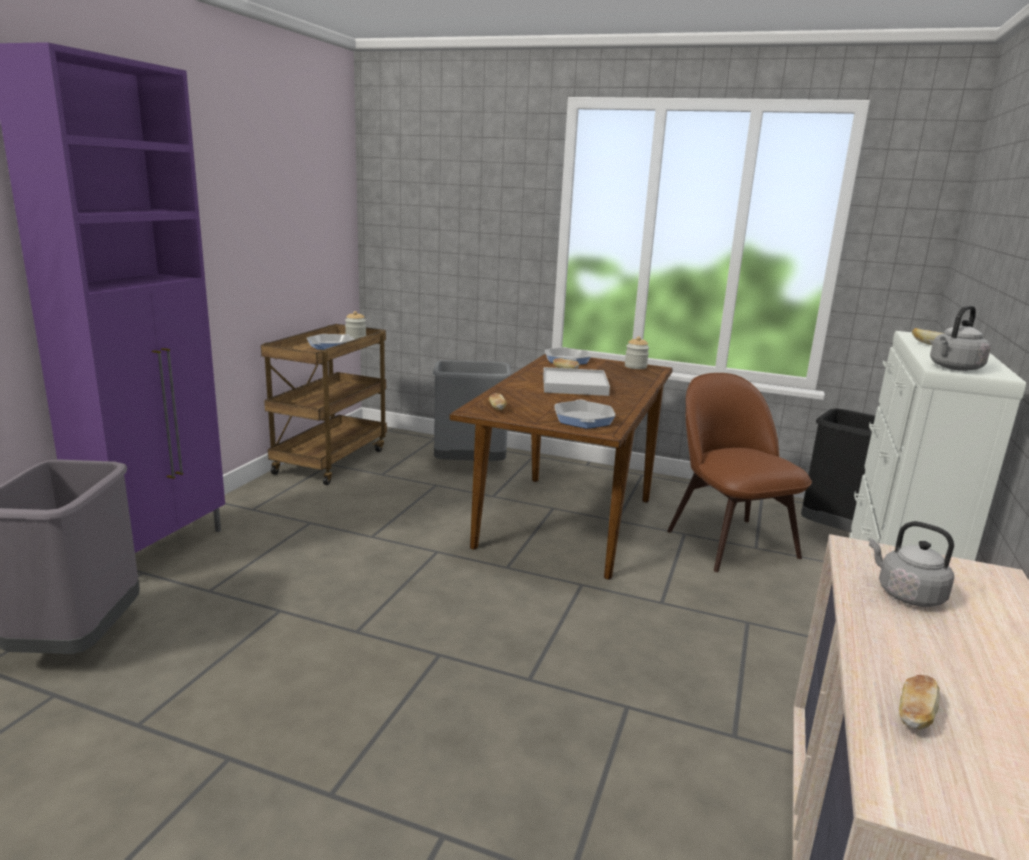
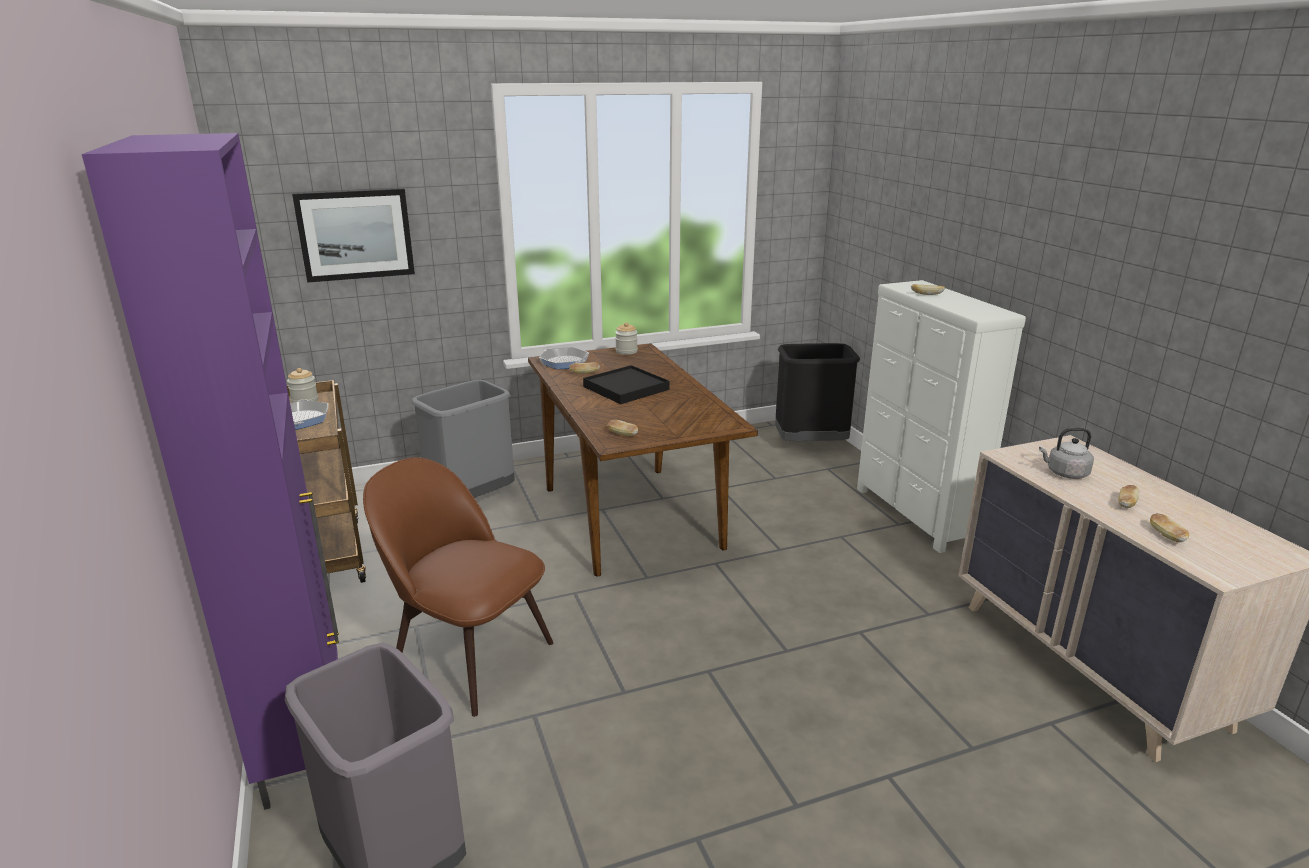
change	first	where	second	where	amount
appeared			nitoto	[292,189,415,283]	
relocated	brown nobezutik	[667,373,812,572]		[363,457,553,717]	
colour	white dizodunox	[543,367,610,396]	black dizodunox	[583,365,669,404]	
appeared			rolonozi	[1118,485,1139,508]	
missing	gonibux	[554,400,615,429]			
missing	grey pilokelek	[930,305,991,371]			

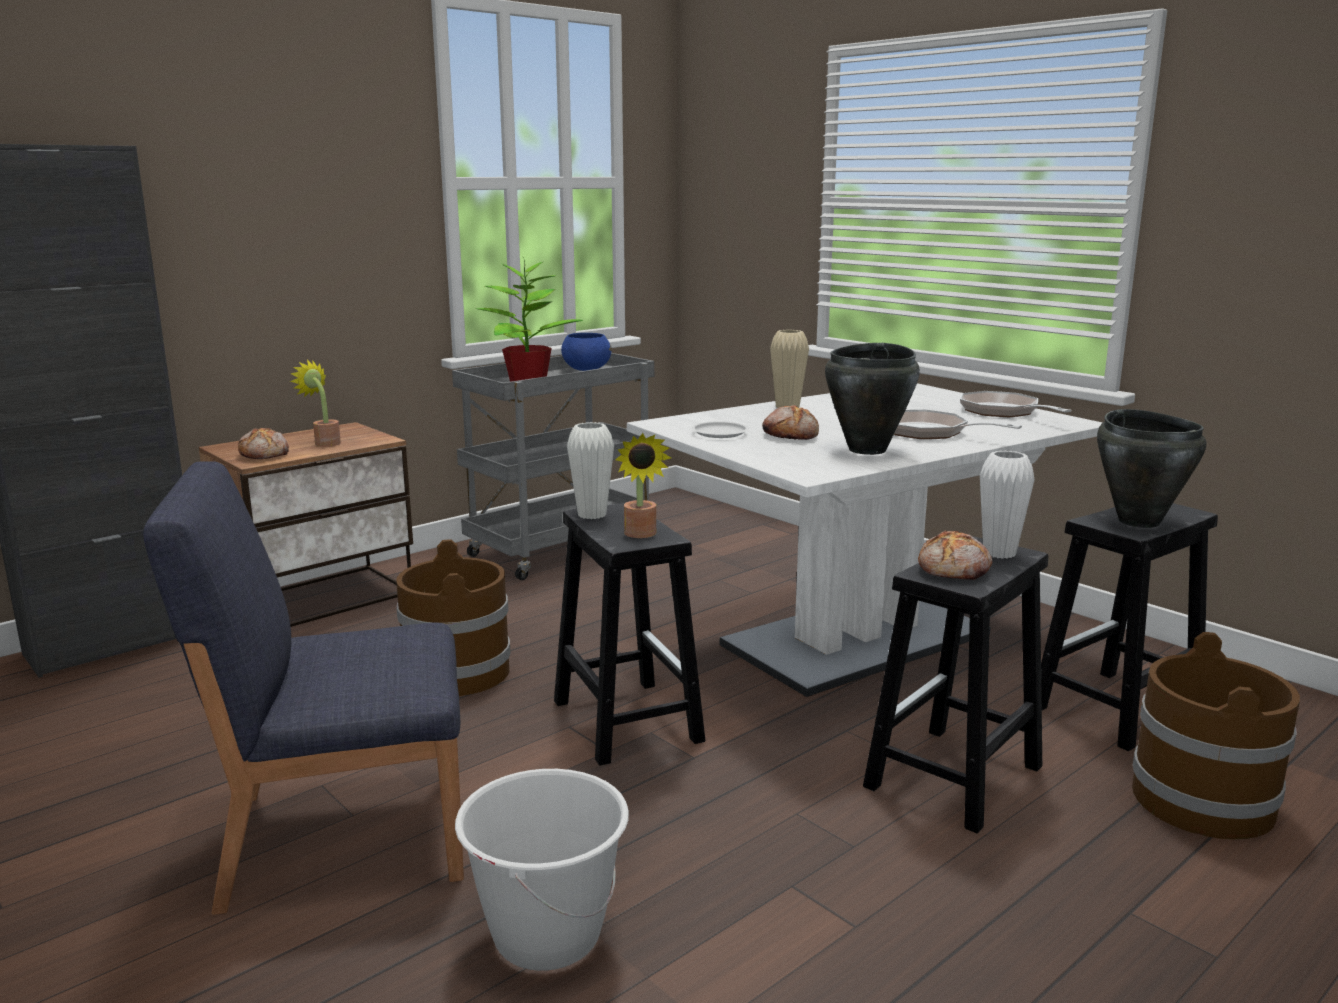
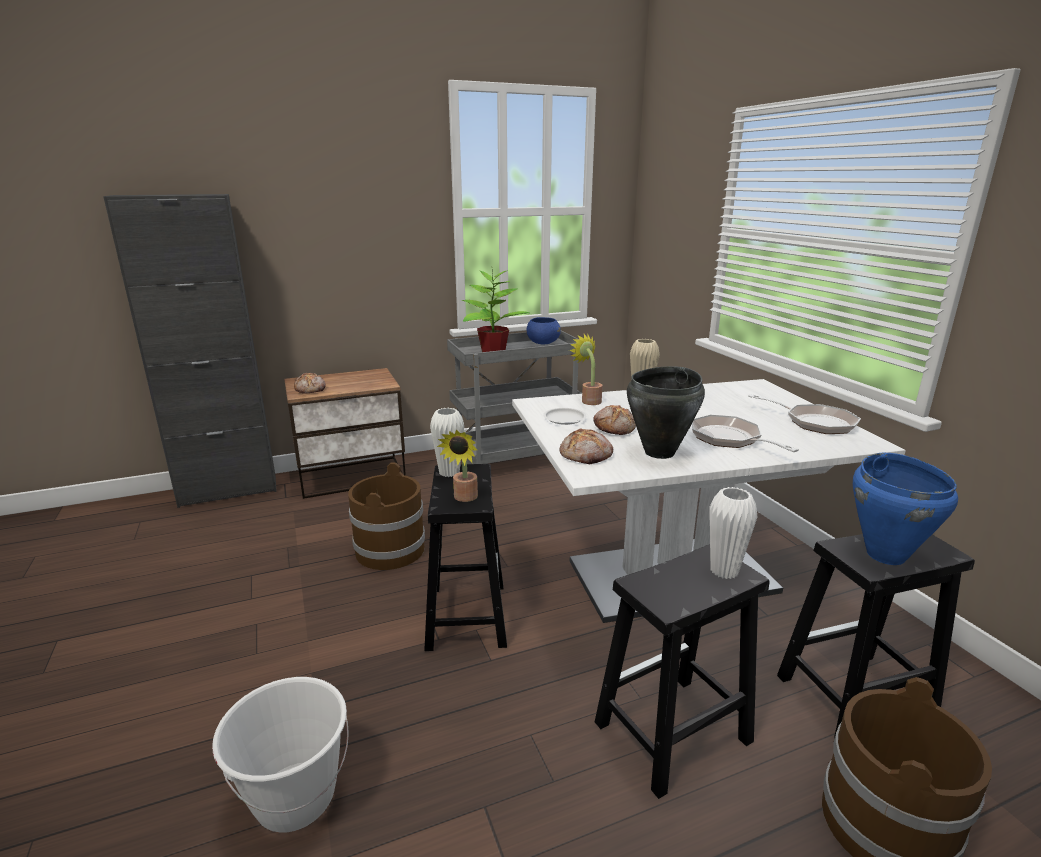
change	first	where	second	where	amount
relocated	rolonozi	[918,531,992,580]		[559,428,614,464]	
relocated	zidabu	[290,360,341,447]		[569,334,602,405]	
spun	gonibux	[960,391,1072,417]		[748,394,861,434]	135 degrees clockwise
colour	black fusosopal	[1097,409,1206,528]	blue fusosopal	[853,453,958,565]	
missing	blue nobezutik	[143,461,464,915]			

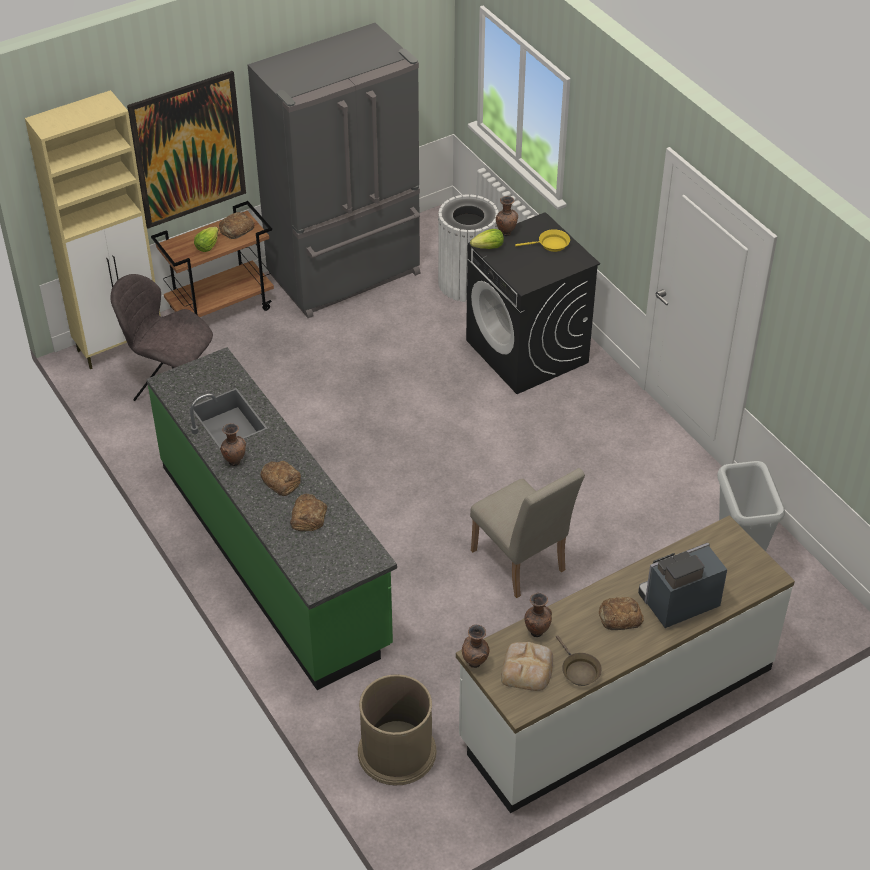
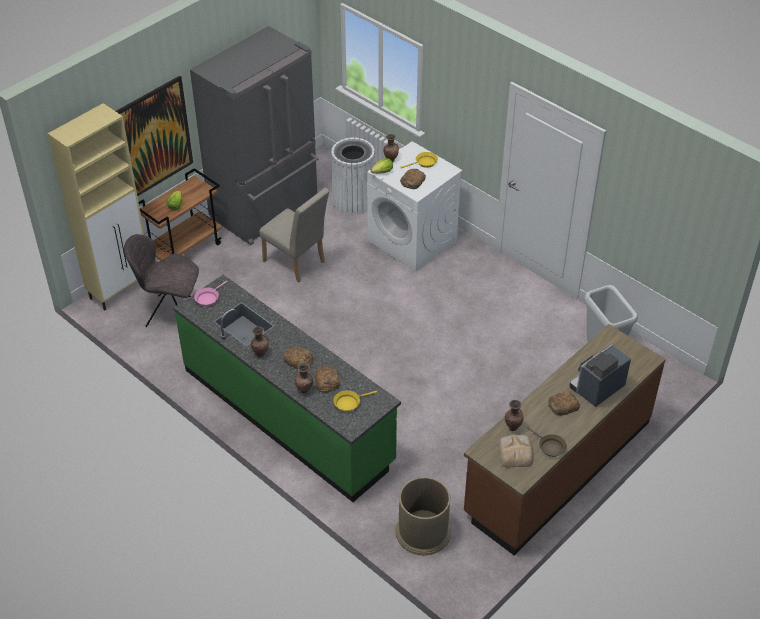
change	first	where	second	where	amount
appeared			pink gonibux	[194,280,228,306]	
relocated	beige nobezutik	[470,468,585,598]		[259,188,329,283]	
relocated	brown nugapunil	[462,625,489,668]		[295,363,313,393]	
appeared			yellow gonibux	[333,390,377,412]	
colour	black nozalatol	[466,212,600,394]	white nozalatol	[367,141,463,272]	
relocated	rolonozi	[219,212,254,239]		[400,169,426,189]	
colour	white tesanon	[456,515,795,813]	brown tesanon	[464,324,666,555]	

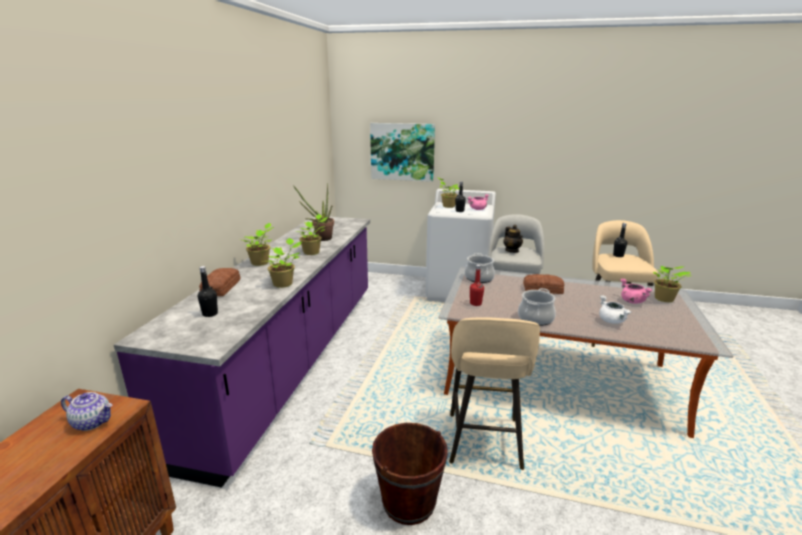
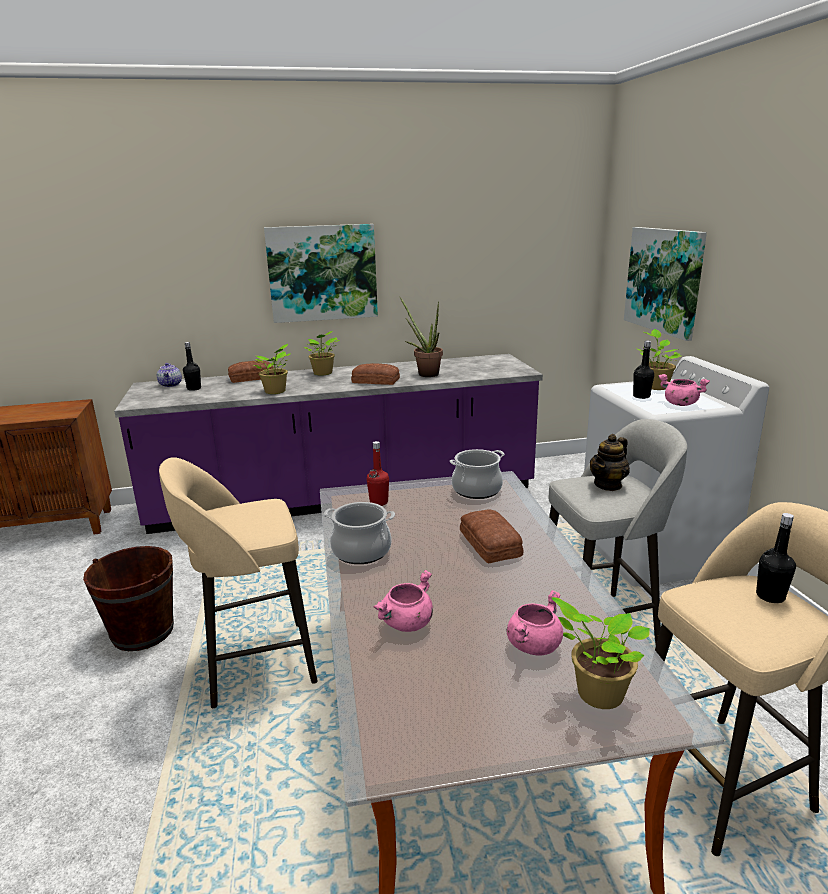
change	first	where	second	where	amount
relocated	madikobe	[61,392,112,431]		[157,363,182,387]	
appeared			nitoto	[264,224,378,323]	
exchanged	zidabu	[299,214,328,255]	rolonozi	[351,363,400,385]	
colour	white fusosopal	[599,295,631,324]	pink fusosopal	[373,570,433,632]	

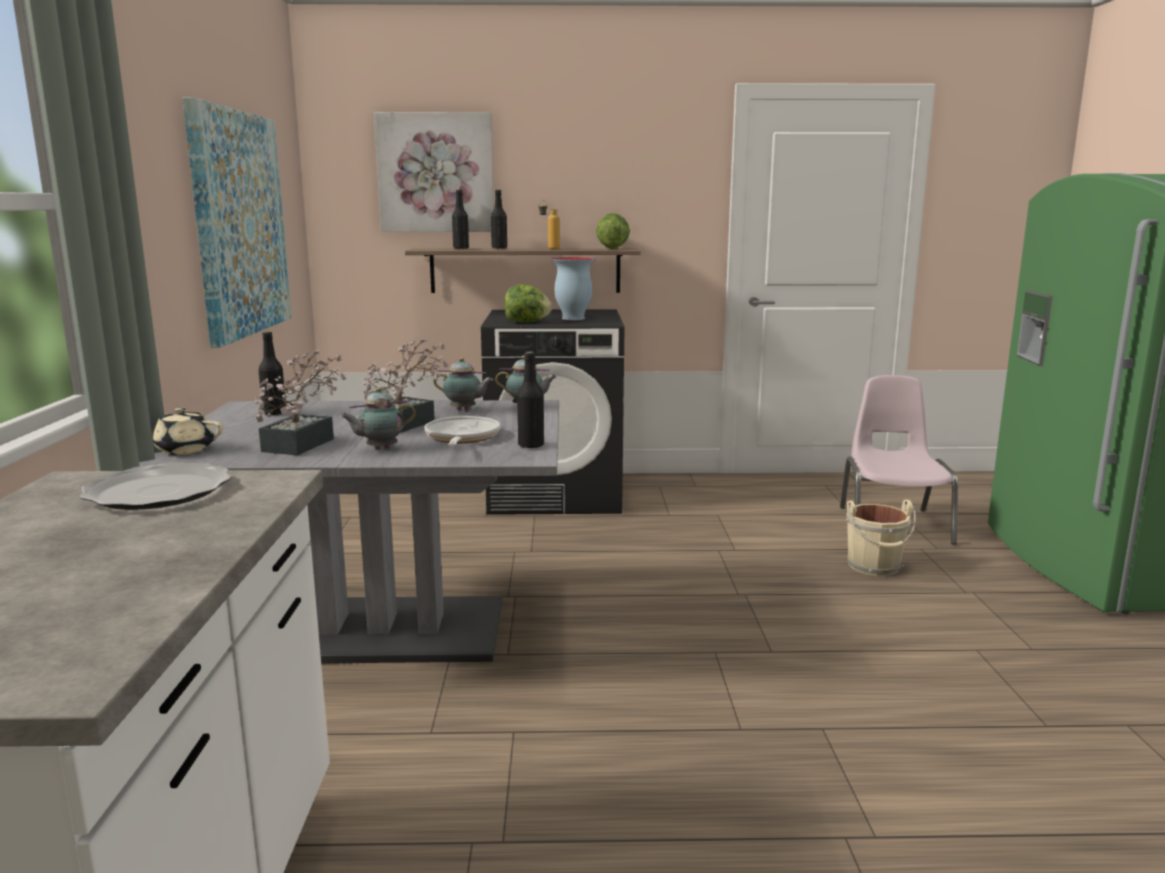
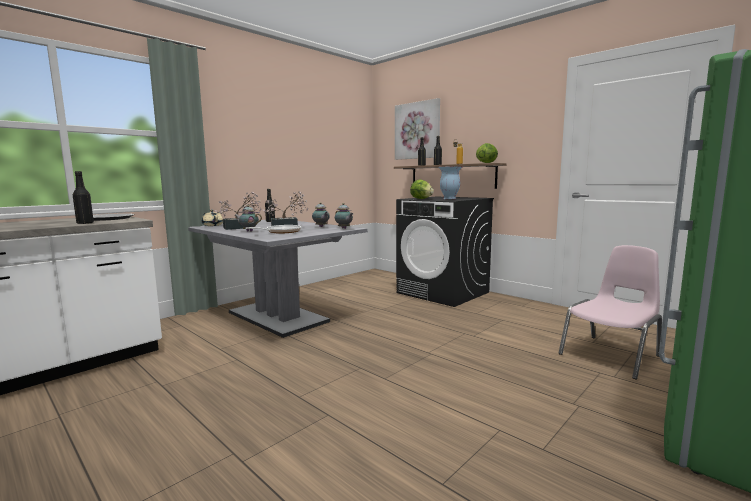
change	first	where	second	where	amount
relocated	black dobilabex	[517,352,544,448]		[73,171,94,224]	
missing	nitoto	[182,97,291,348]			
missing	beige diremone	[846,500,916,576]			

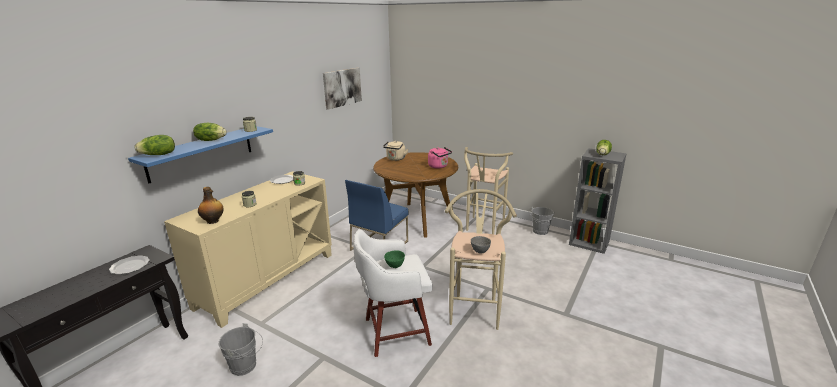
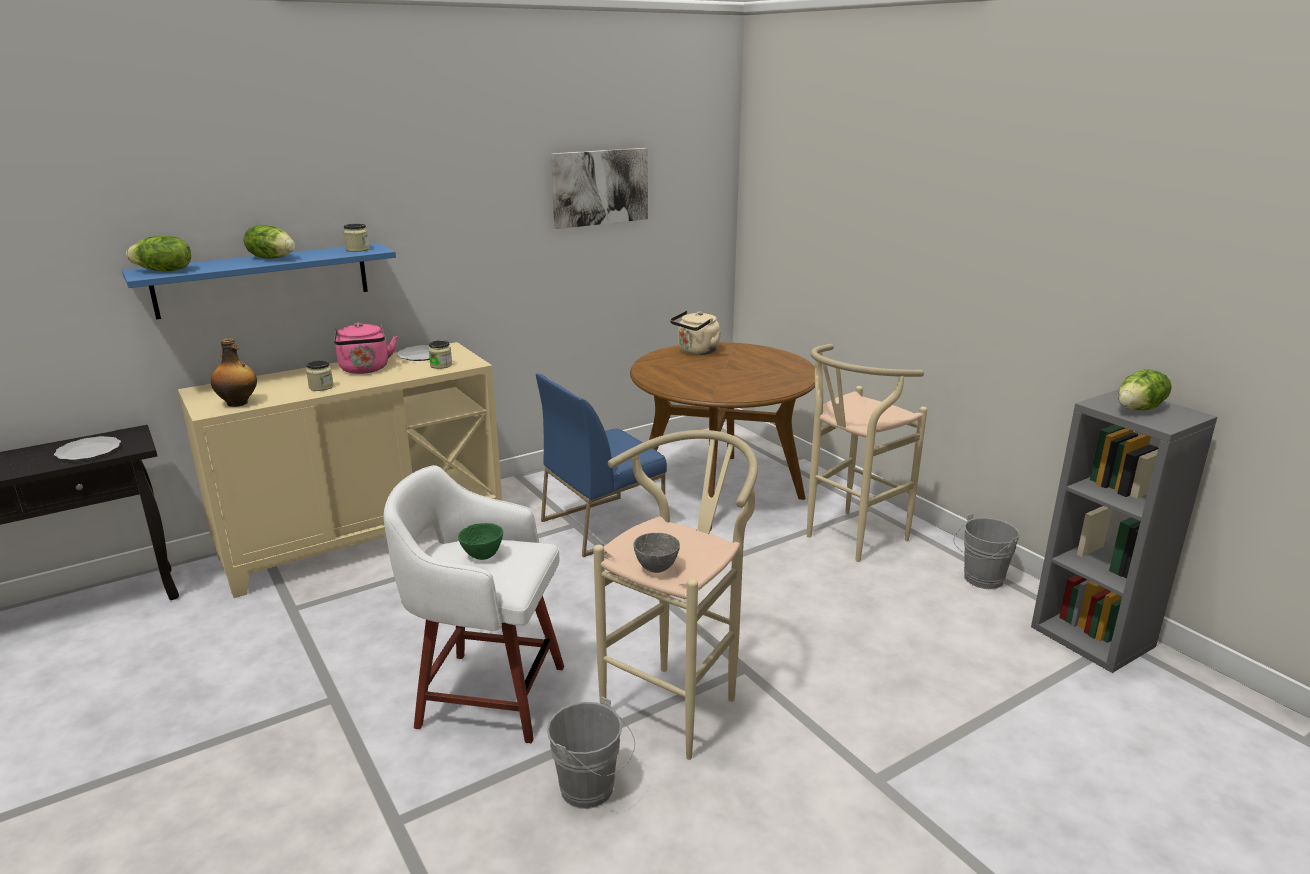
change	first	where	second	where	amount
relocated	pink pilokelek	[428,147,452,169]		[334,322,397,374]	
relocated	grey diremone	[219,323,263,376]		[547,697,635,809]	

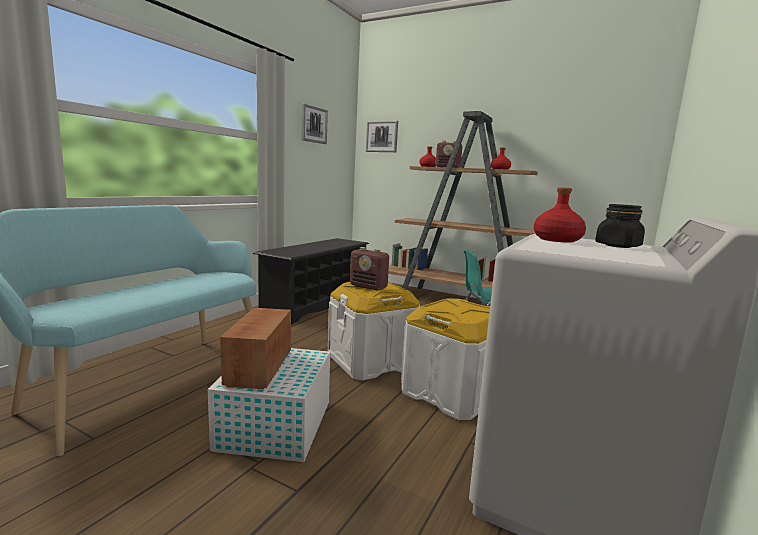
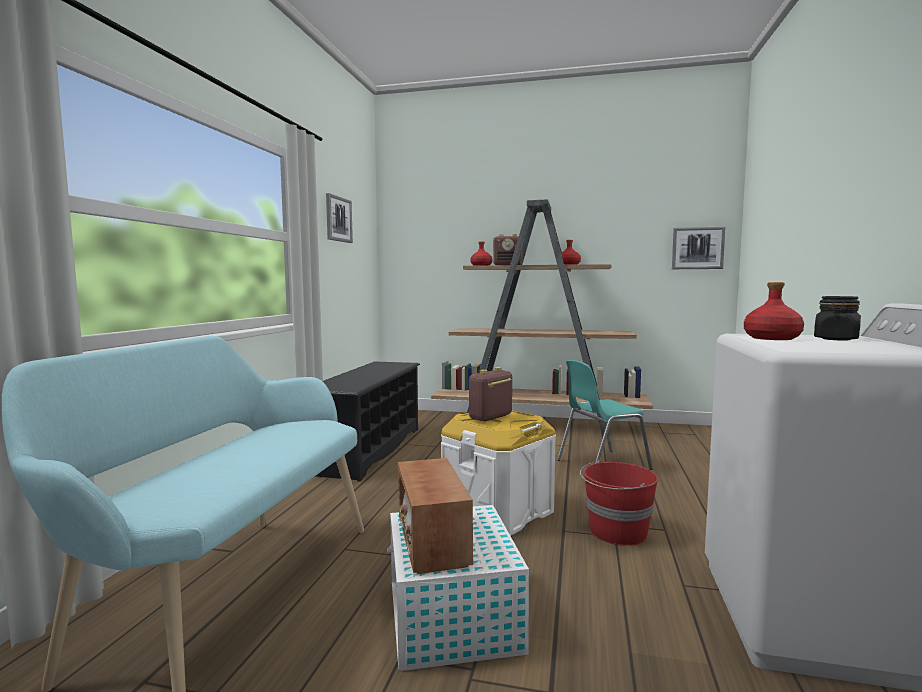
change	first	where	second	where	amount
spun	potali	[350,247,389,290]		[469,367,512,421]	120 degrees clockwise
exchanged	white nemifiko	[401,298,490,420]	red diremone	[580,460,658,546]	
relocated	nitoto	[366,121,398,152]		[672,227,725,269]	

